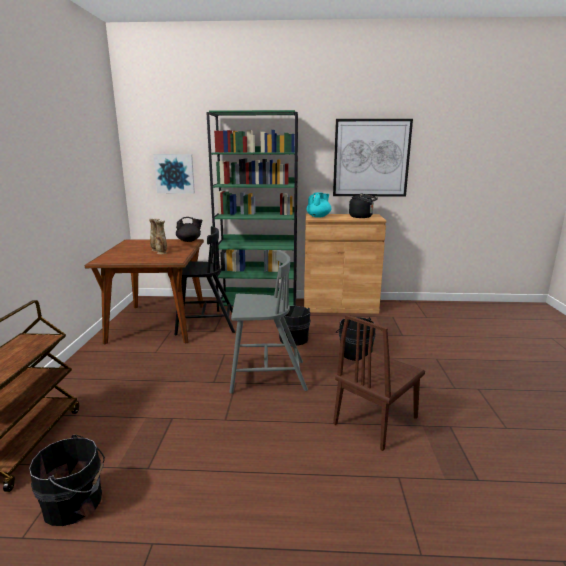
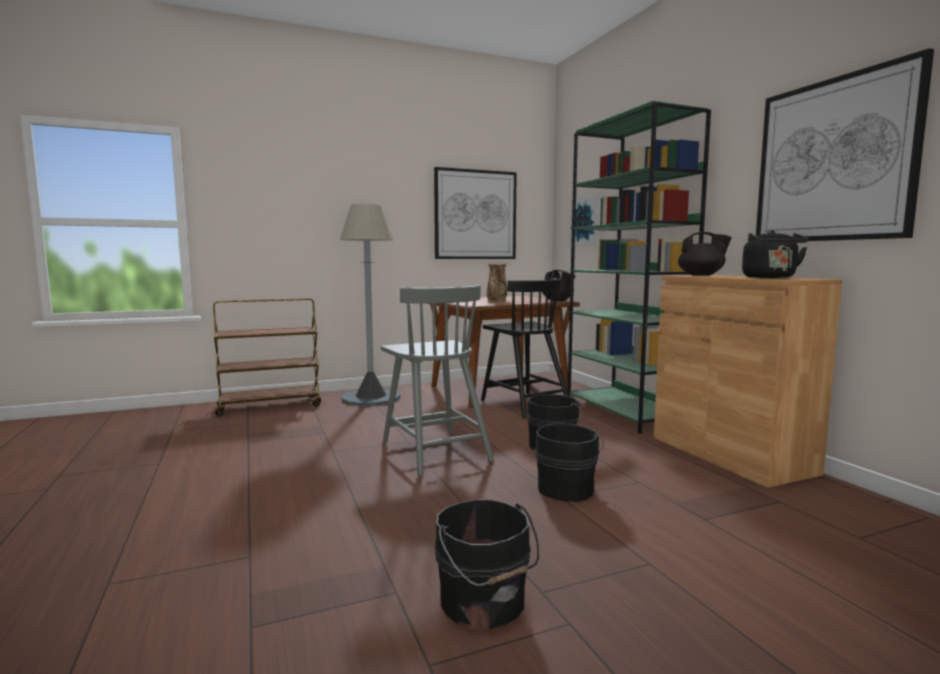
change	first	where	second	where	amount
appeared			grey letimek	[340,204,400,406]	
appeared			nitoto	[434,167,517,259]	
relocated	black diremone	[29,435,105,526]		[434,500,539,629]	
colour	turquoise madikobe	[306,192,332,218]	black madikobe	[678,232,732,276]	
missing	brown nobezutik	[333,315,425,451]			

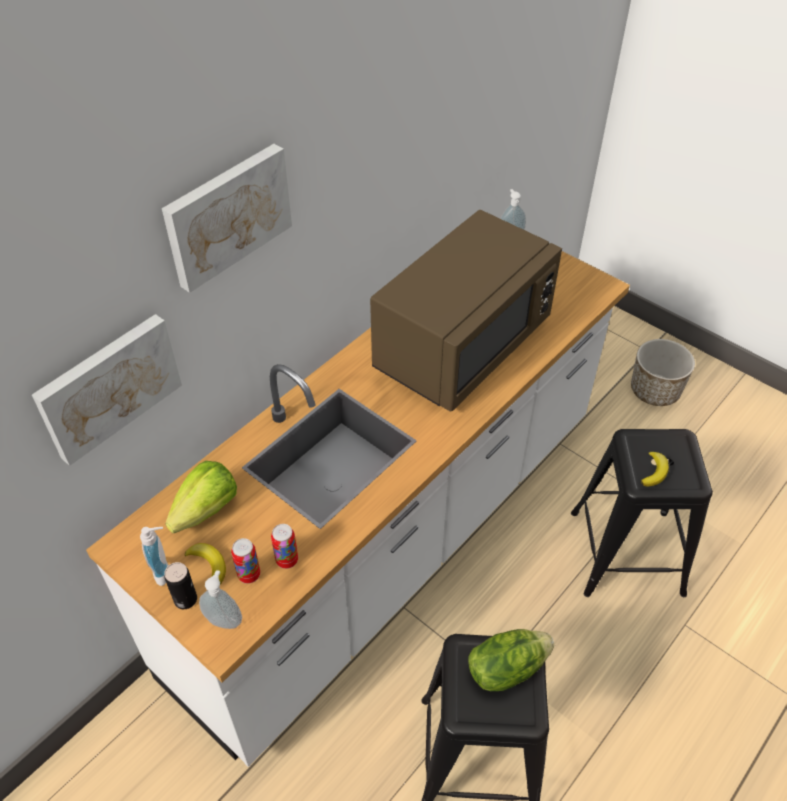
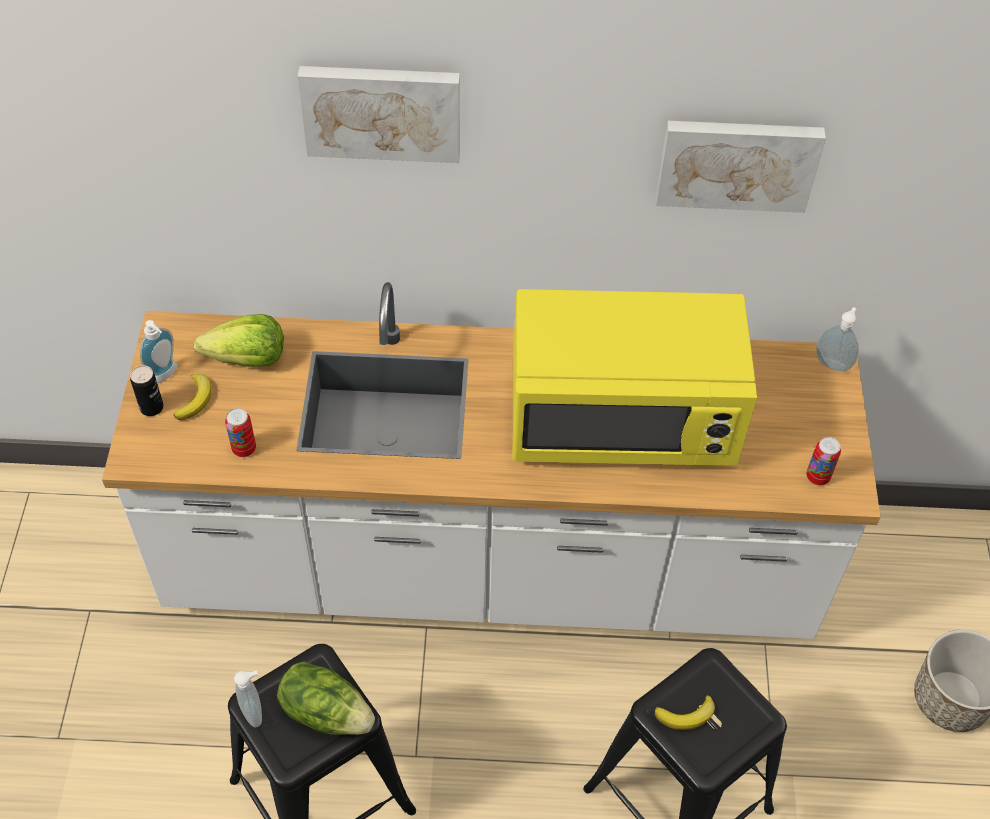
change	first	where	second	where	amount
relocated	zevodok	[199,570,242,629]		[234,670,262,727]	
colour	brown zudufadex	[370,210,562,411]	yellow zudufadex	[513,289,757,466]	
relocated	nitoto	[32,314,182,466]		[656,121,826,213]	
relocated	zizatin	[231,538,260,584]		[806,437,841,486]	

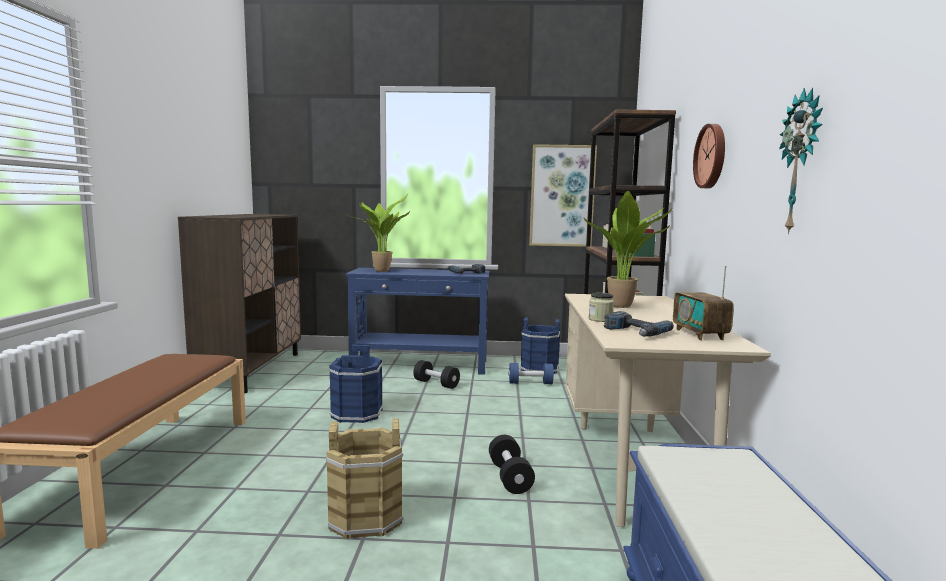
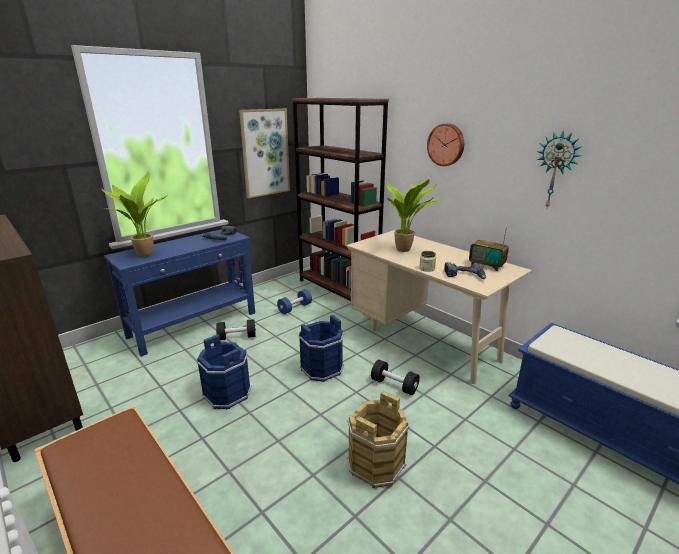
change	first	where	second	where	amount
relocated	blue diremone	[520,317,560,374]		[299,315,344,382]	

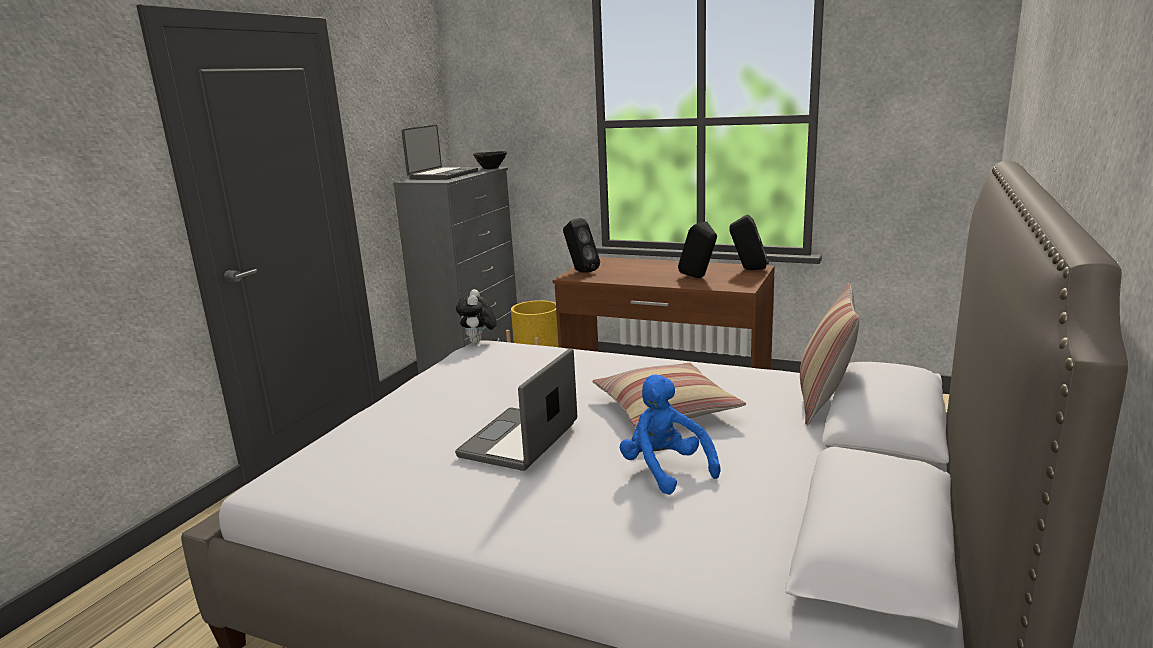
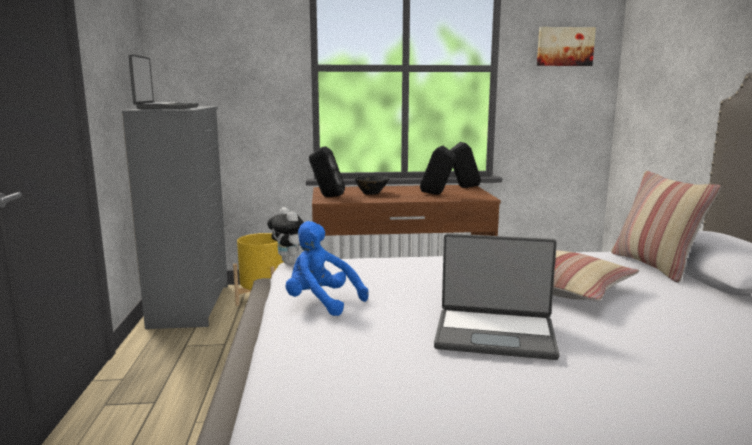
change	first	where	second	where	amount
relocated	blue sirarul	[620,374,720,495]		[286,221,369,316]	
relocated	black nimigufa	[473,151,507,169]		[354,176,390,195]	
spun	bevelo	[455,348,577,471]		[434,233,560,360]	75 degrees counterclockwise
appeared			nitoto	[537,27,596,66]	

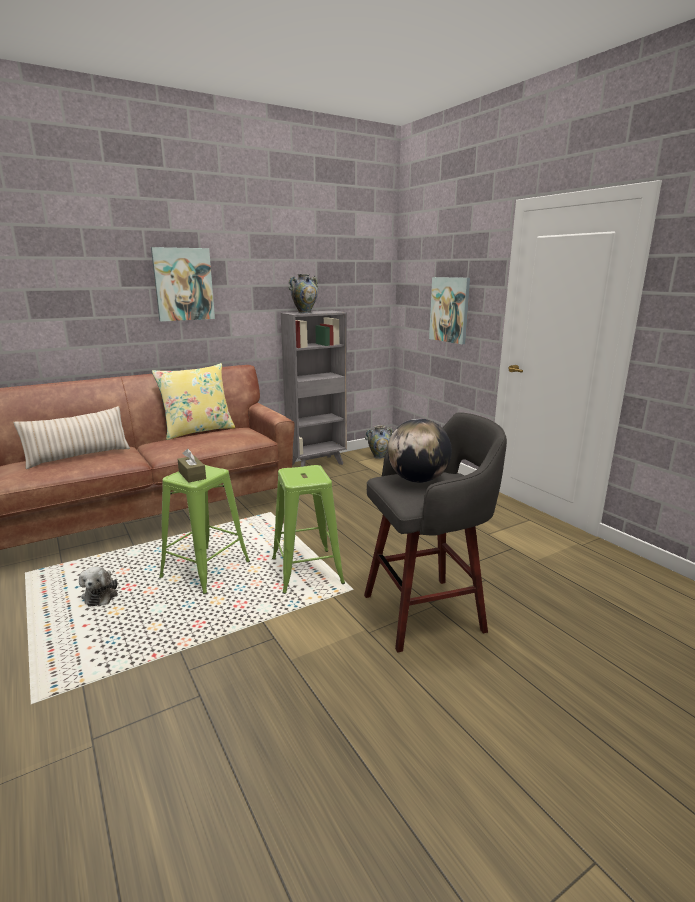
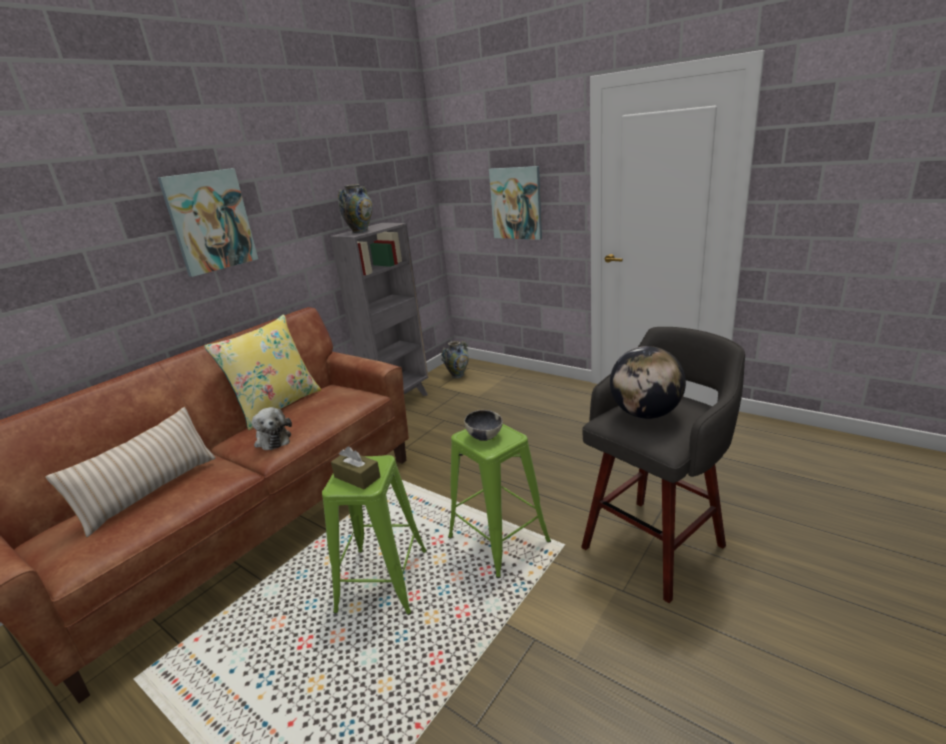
change	first	where	second	where	amount
relocated	sirarul	[79,567,118,607]		[252,407,292,450]	
appeared			nimigufa	[464,410,503,441]	

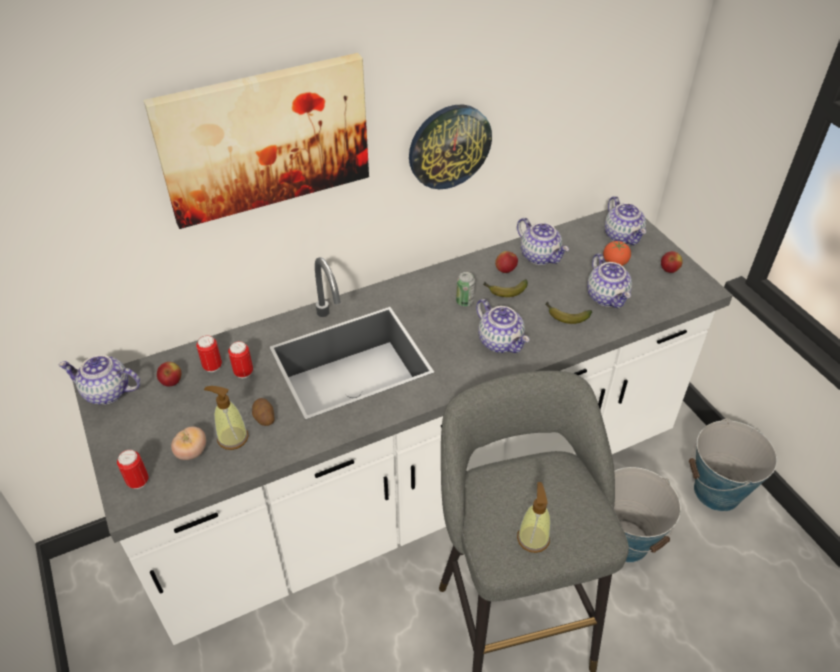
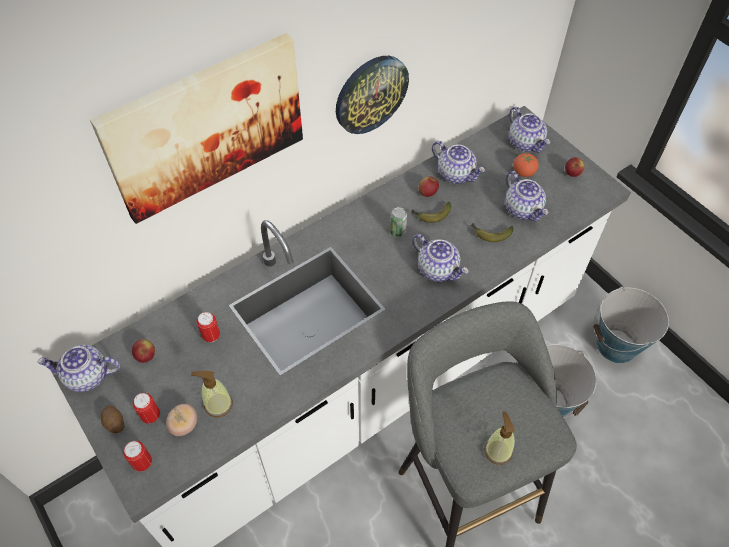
change	first	where	second	where	amount
relocated	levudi	[252,398,275,426]		[101,406,124,433]	
relocated	zizatin	[196,335,222,372]		[133,393,160,424]	

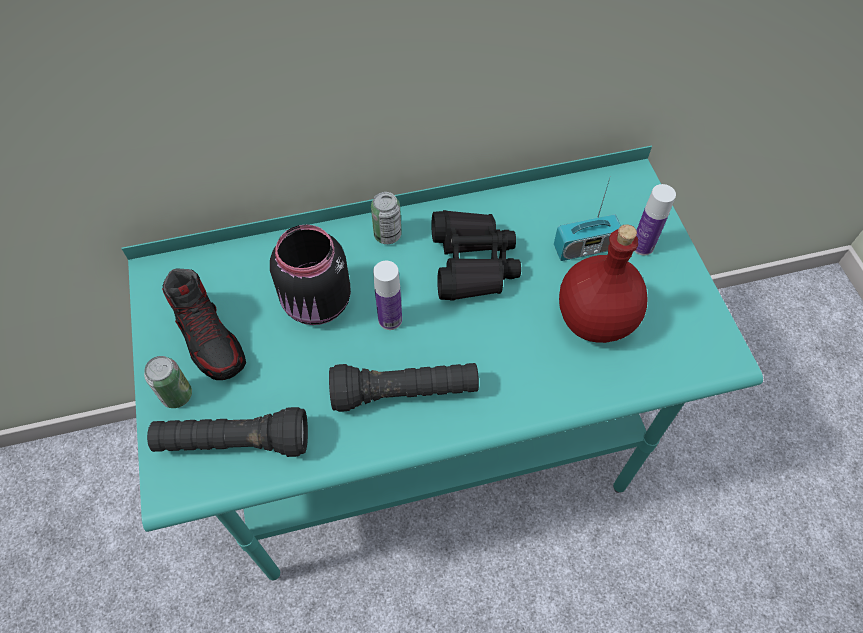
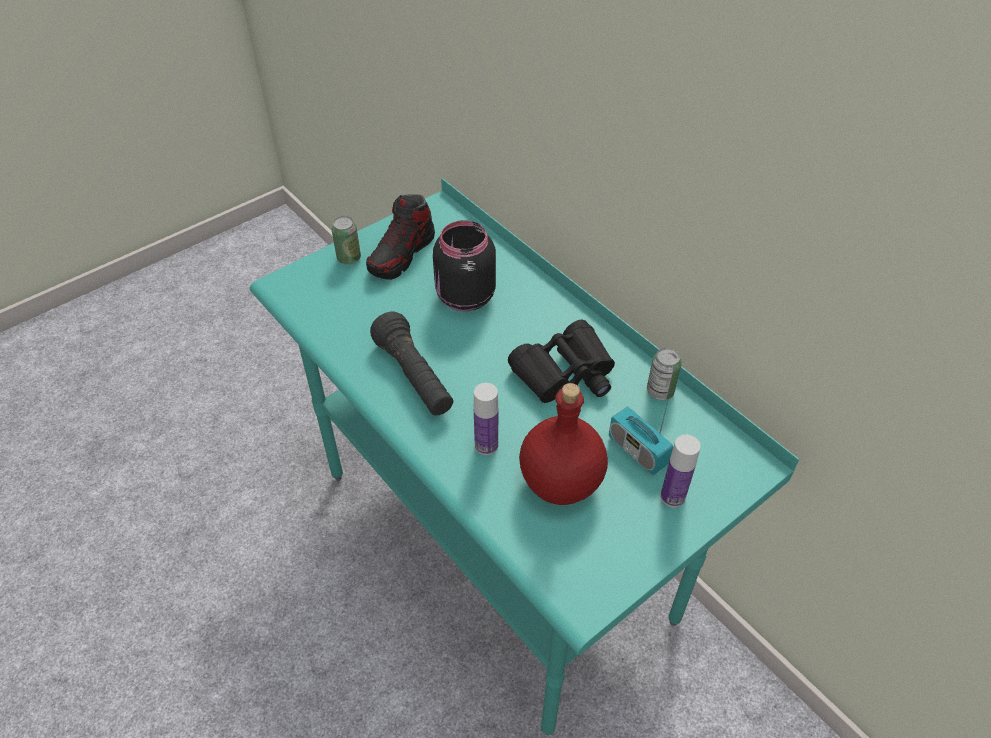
change	first	where	second	where	amount
relocated	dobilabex	[373,261,402,330]		[474,383,498,455]	
relocated	zizatin	[371,192,402,244]		[647,348,682,400]	
missing	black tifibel	[147,407,308,457]			

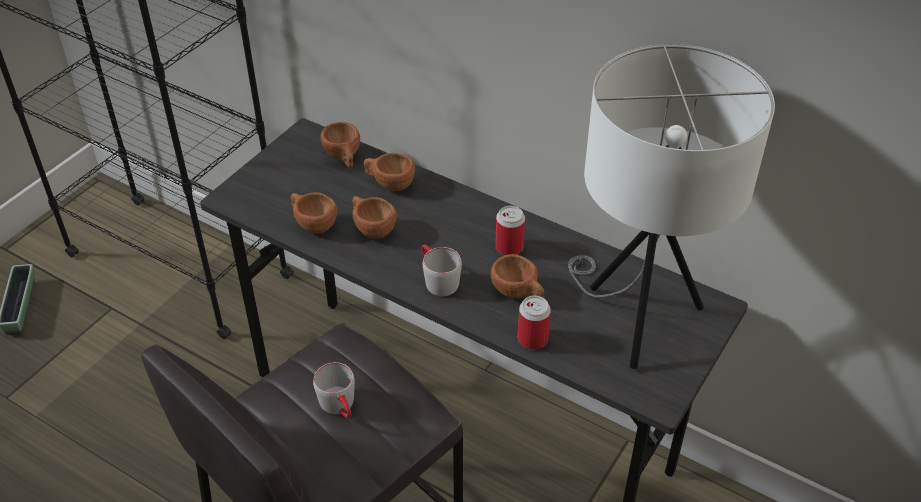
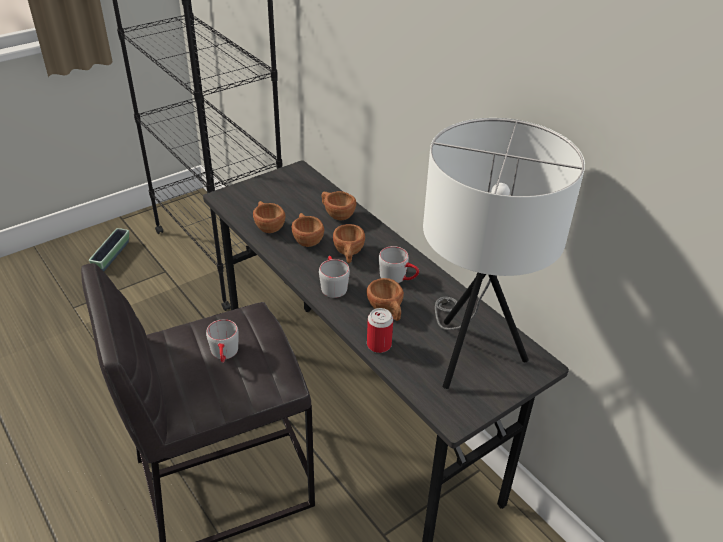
change	first	where	second	where	amount
relocated	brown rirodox	[320,122,360,168]		[333,224,365,263]	
exchanged	zizatin	[495,206,525,256]	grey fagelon	[379,246,419,283]	

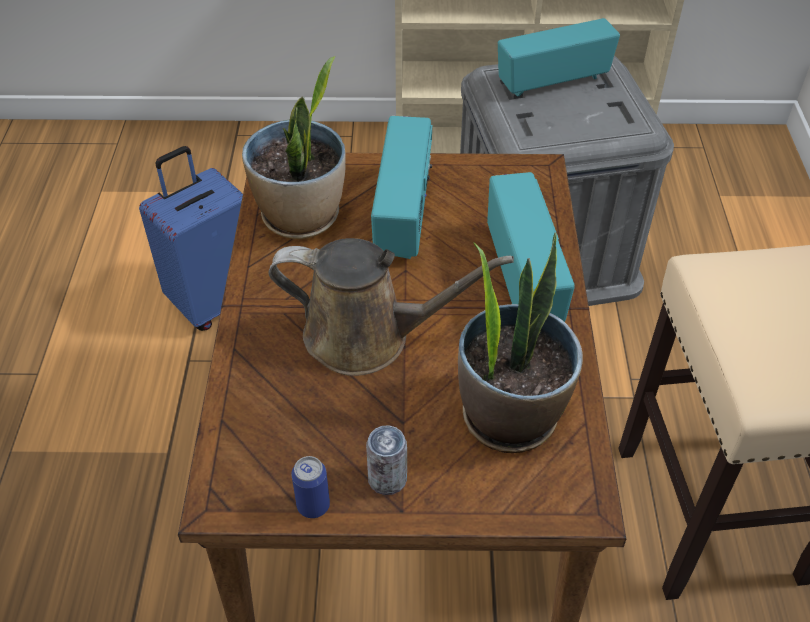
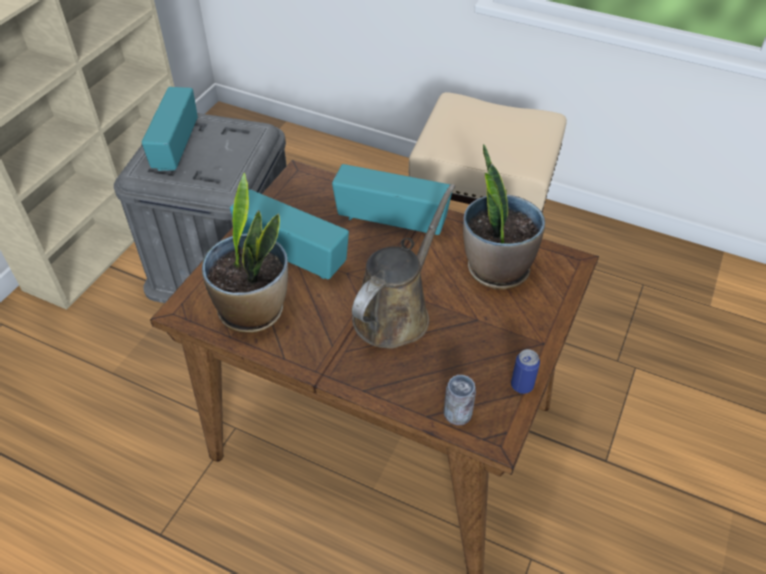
change	first	where	second	where	amount
relocated	zizatin	[366,425,407,495]		[444,375,476,425]	
missing	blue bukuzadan	[139,146,243,331]			

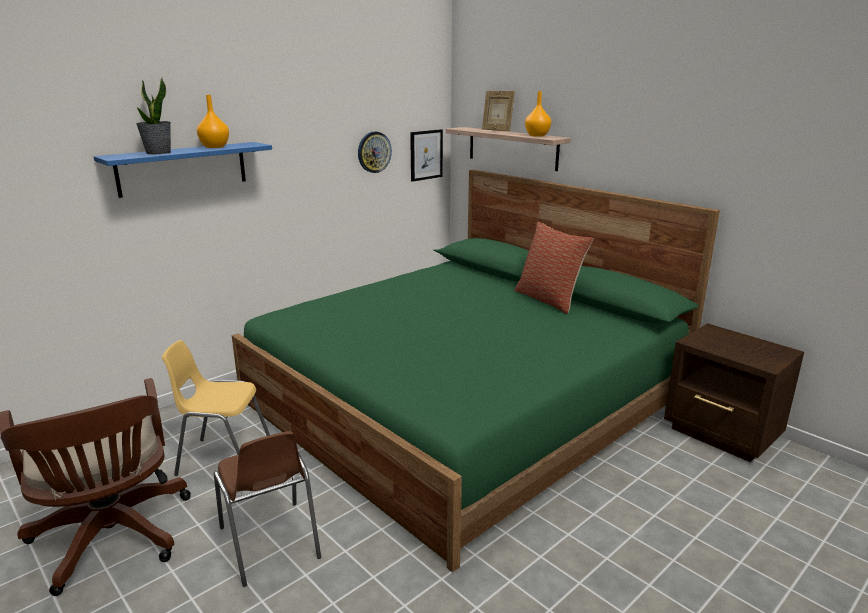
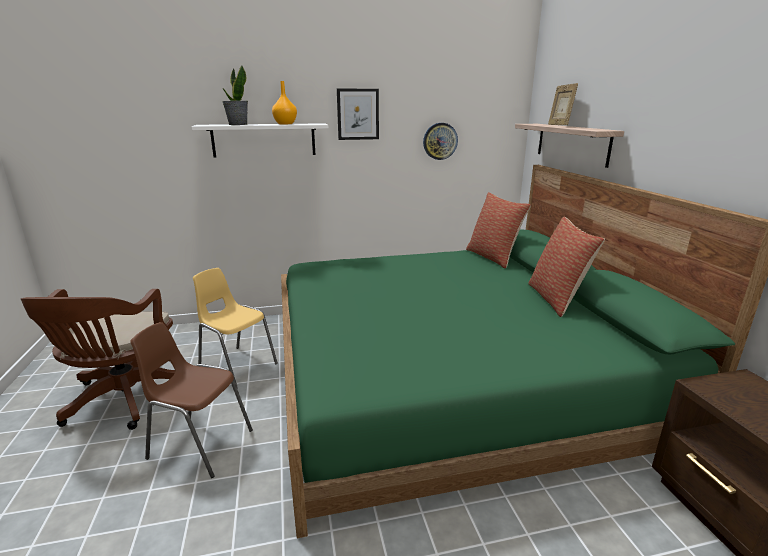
change	first	where	second	where	amount
spun	brown nobezutik	[214,431,321,587]		[130,322,253,478]	105 degrees clockwise
colour	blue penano	[94,142,272,198]	white penano	[192,123,328,158]	
relocated	nitoto	[410,129,443,182]		[337,89,379,140]	
appeared			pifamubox	[466,192,531,268]	
missing	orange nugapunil	[525,91,551,137]			

